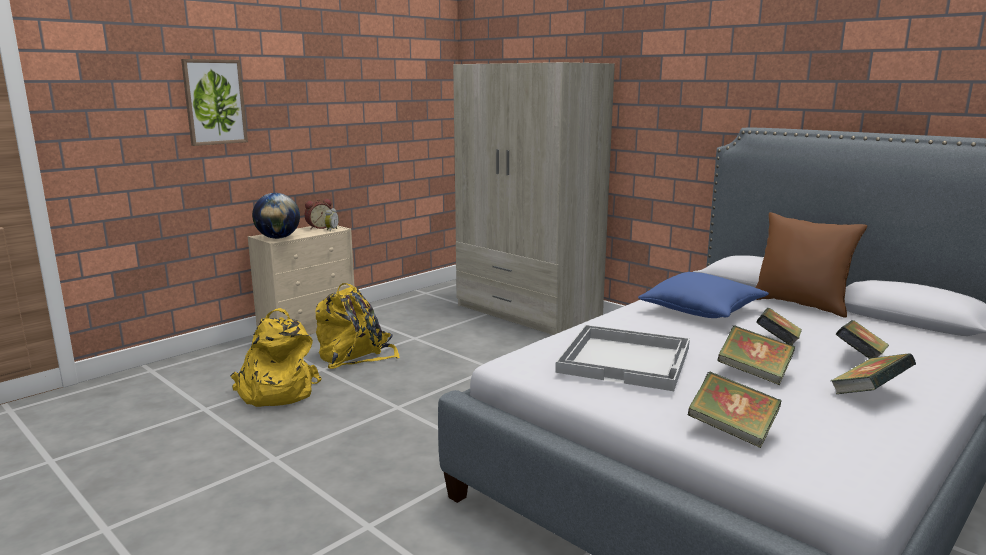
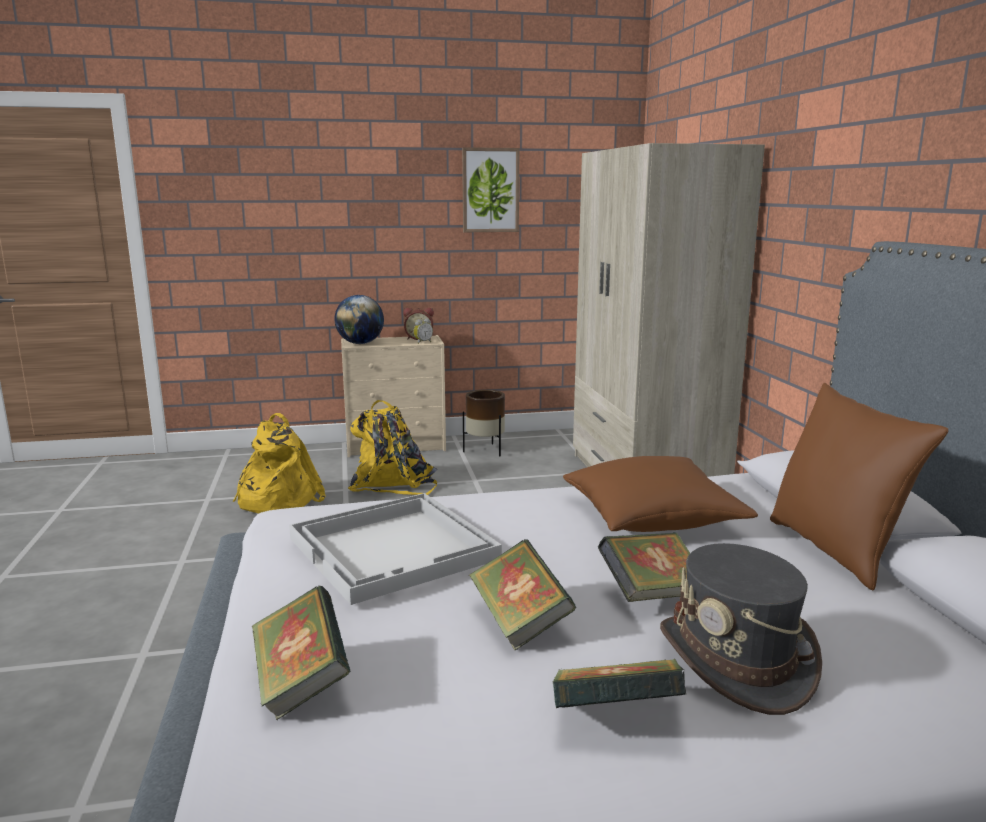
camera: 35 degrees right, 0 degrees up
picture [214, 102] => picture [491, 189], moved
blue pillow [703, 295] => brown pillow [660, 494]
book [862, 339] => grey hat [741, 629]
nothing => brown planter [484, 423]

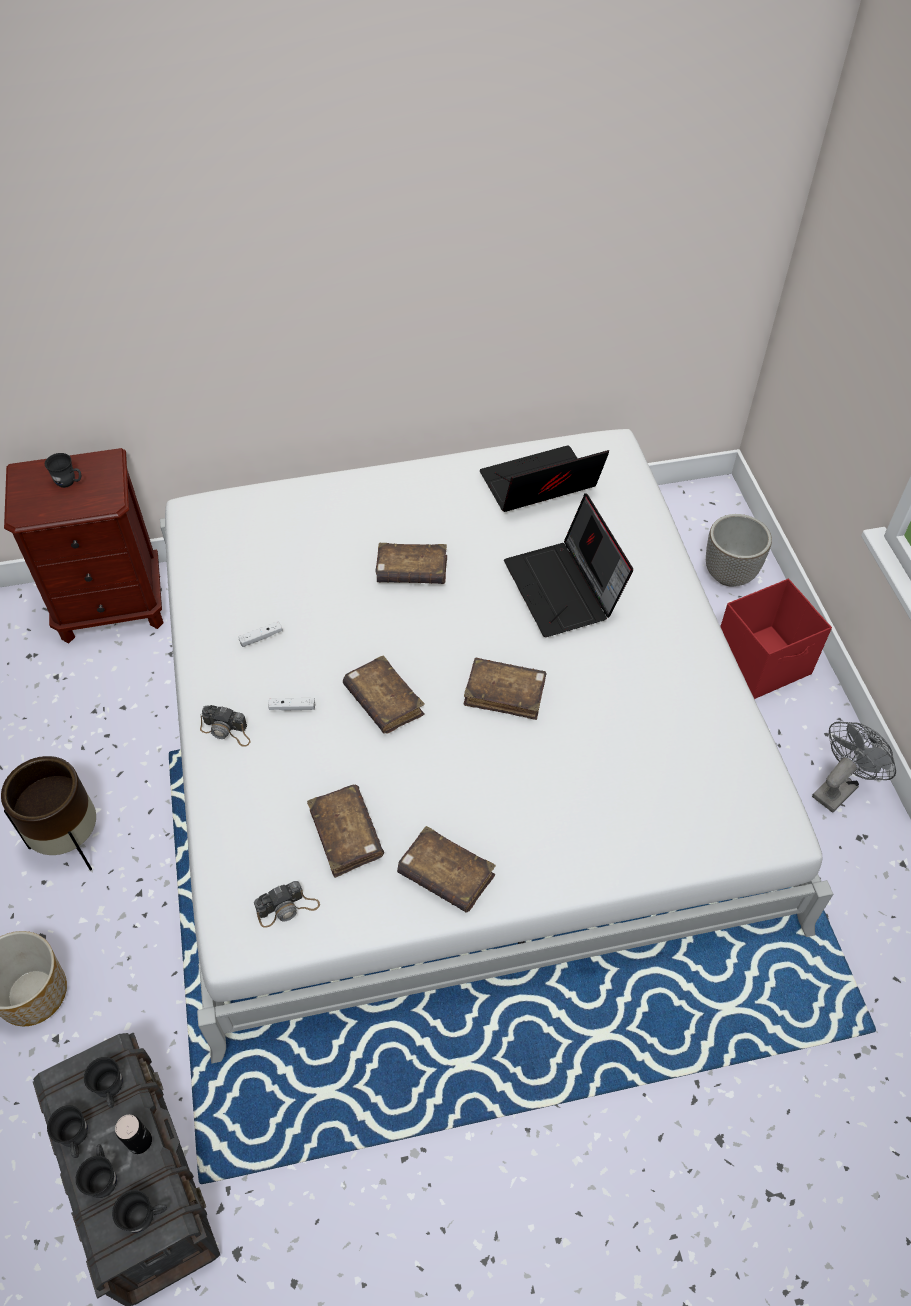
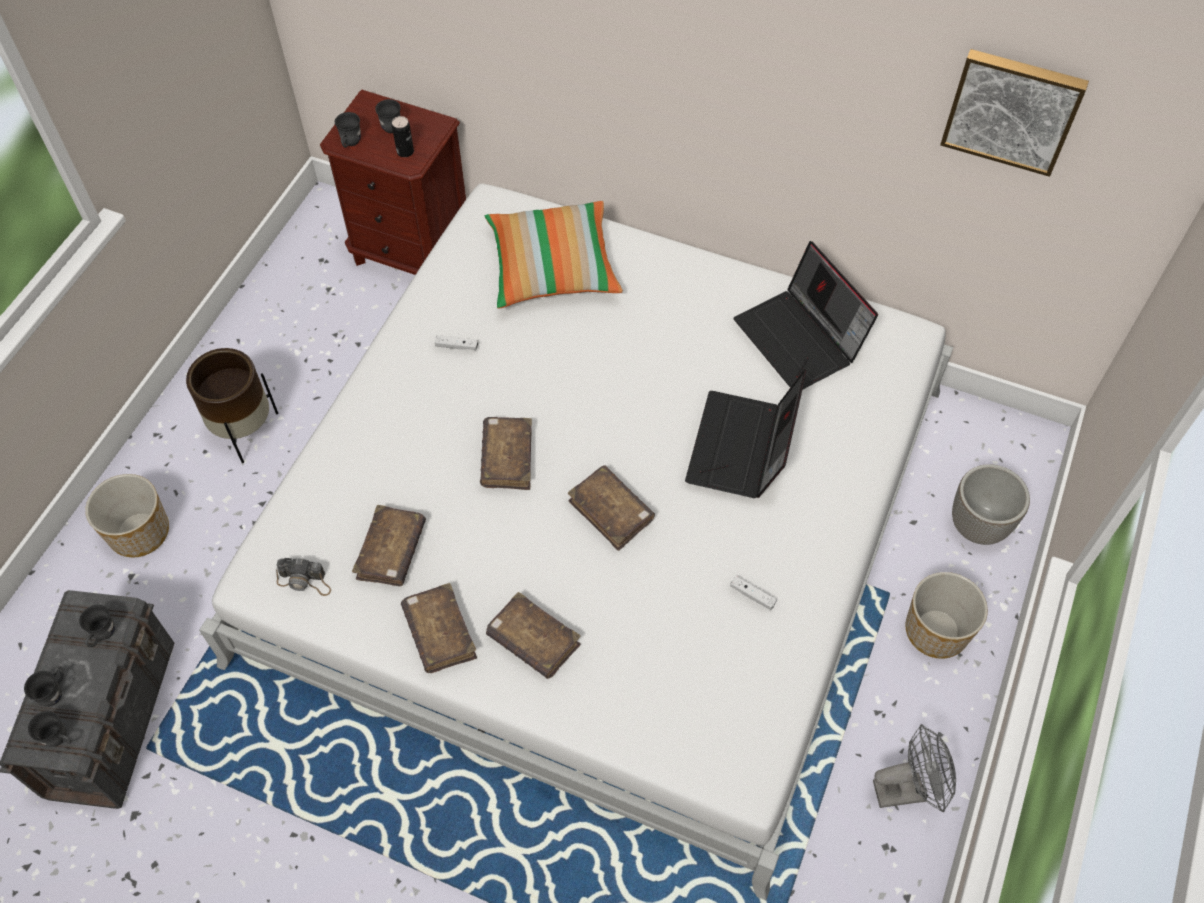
camera: 35 degrees right, 5 degrees up
grey mug [67, 1131] => grey mug [348, 130], moved
can [133, 1134] => can [403, 136], moved
photo camera [225, 726] => nothing
white game controller [291, 704] => white game controller [753, 593], moved
brown book [411, 563] => brown book [533, 635], moved
laptop [544, 478] => laptop [805, 315], 135 degrees counterclockwise
red storage box [776, 639] => planter [947, 615]
nothing => pillow [554, 254]
nothing => picture [1014, 113]

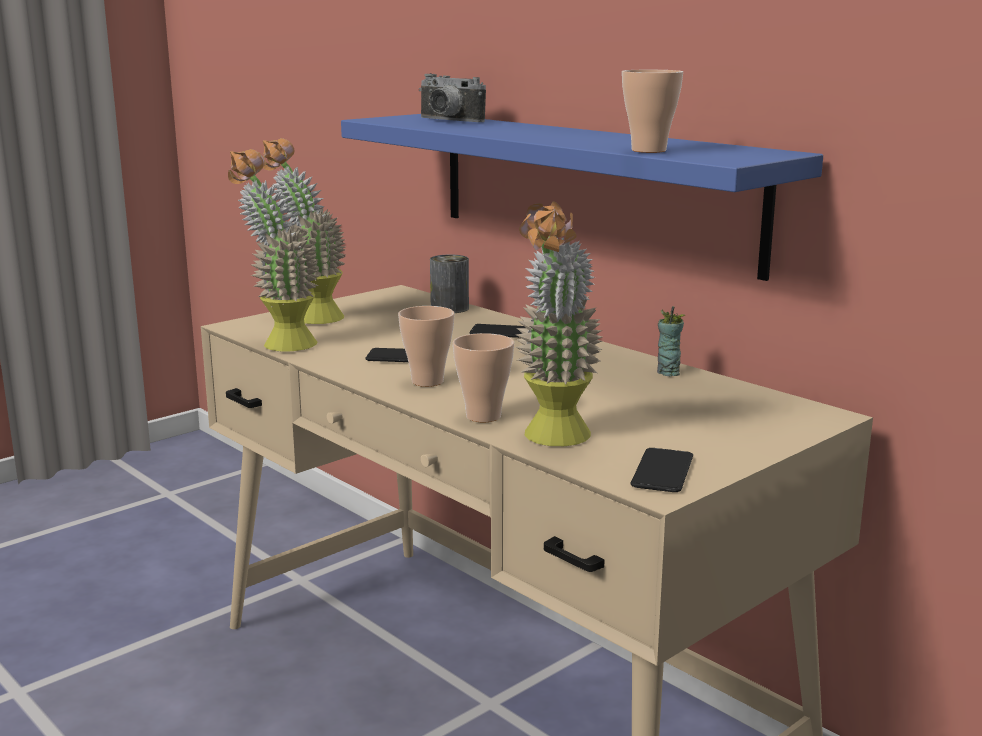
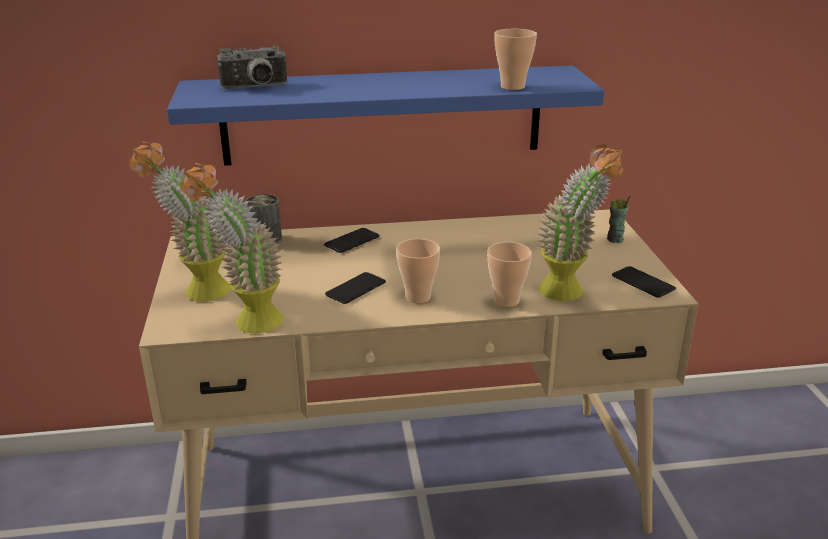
camera: 55 degrees left, 10 degrees up
cup [671, 341] => cup [618, 219], moved

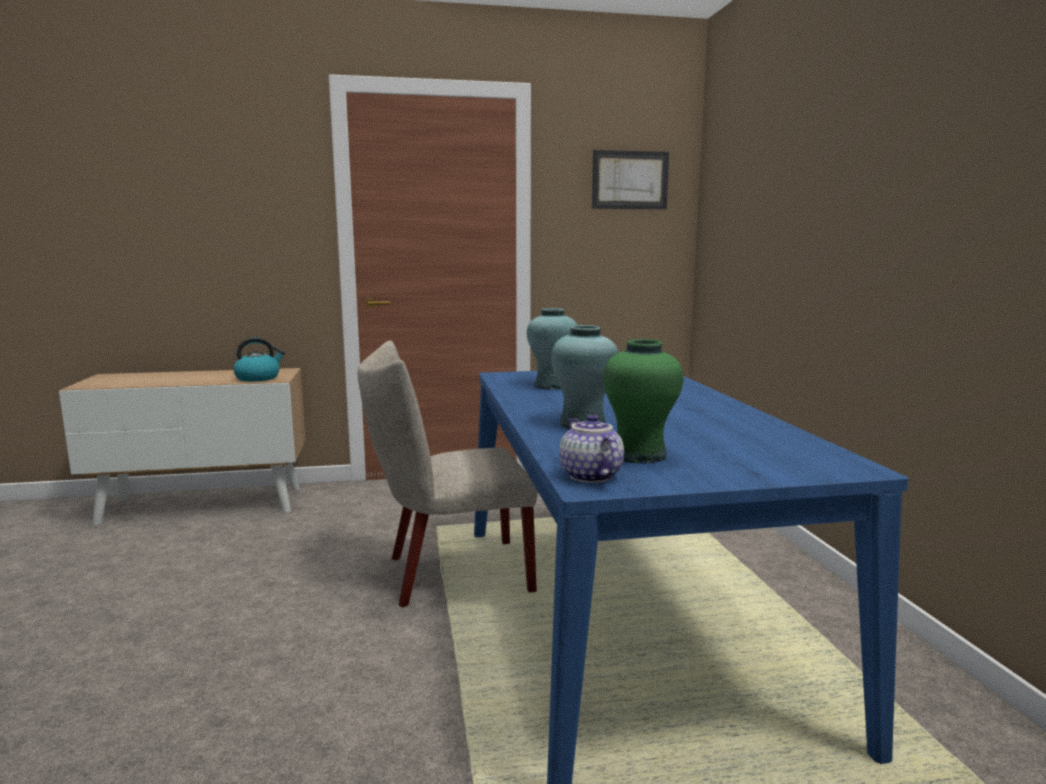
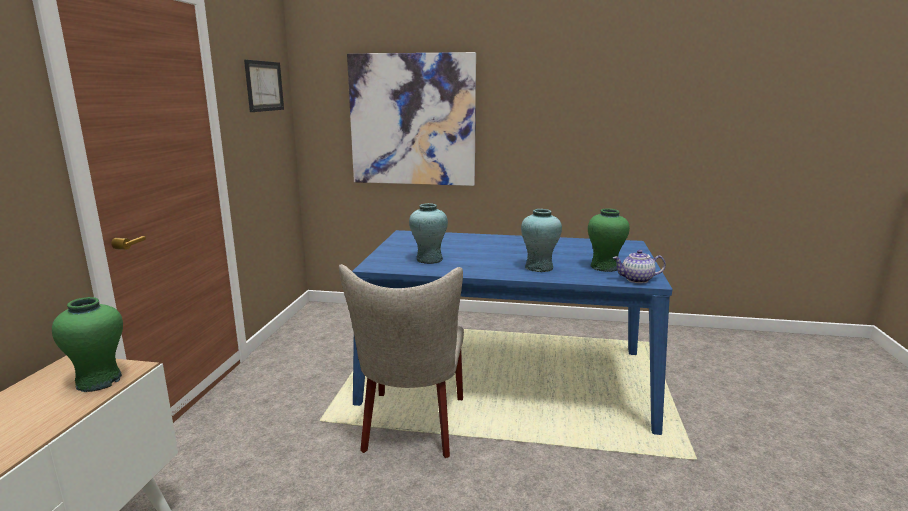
camera: 70 degrees left, 5 degrees up
kettle [259, 359] => green vase [87, 344]
nothing => picture [411, 119]

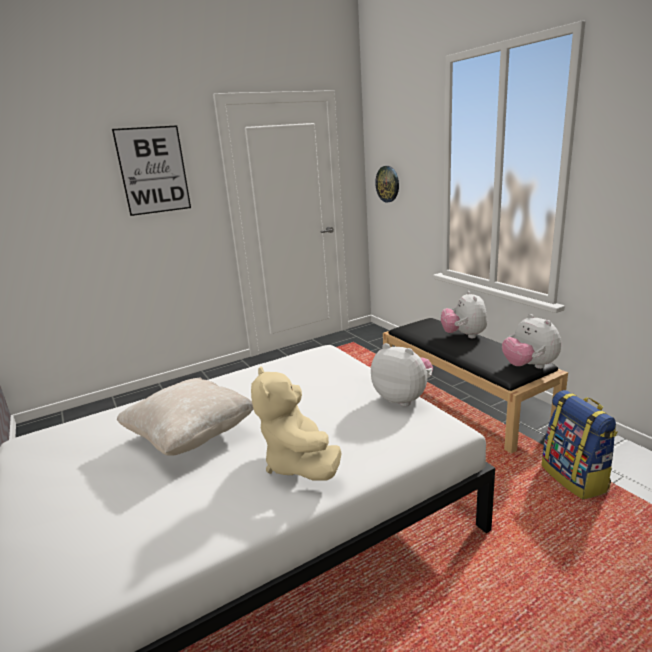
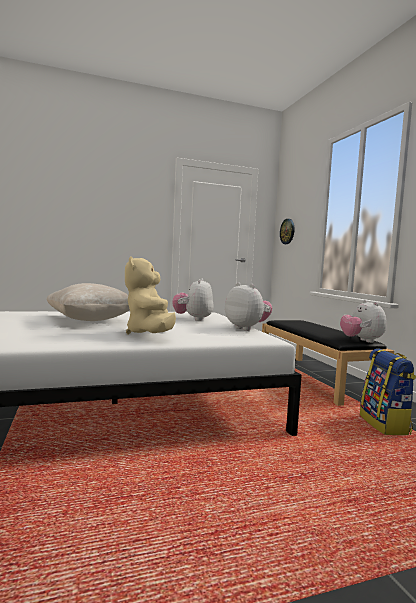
camera: 10 degrees right, 15 degrees down
picture [151, 170] => nothing
plush toy [464, 314] => plush toy [193, 300], moved

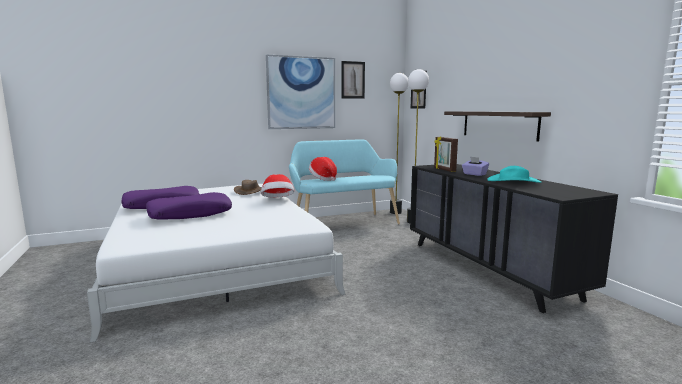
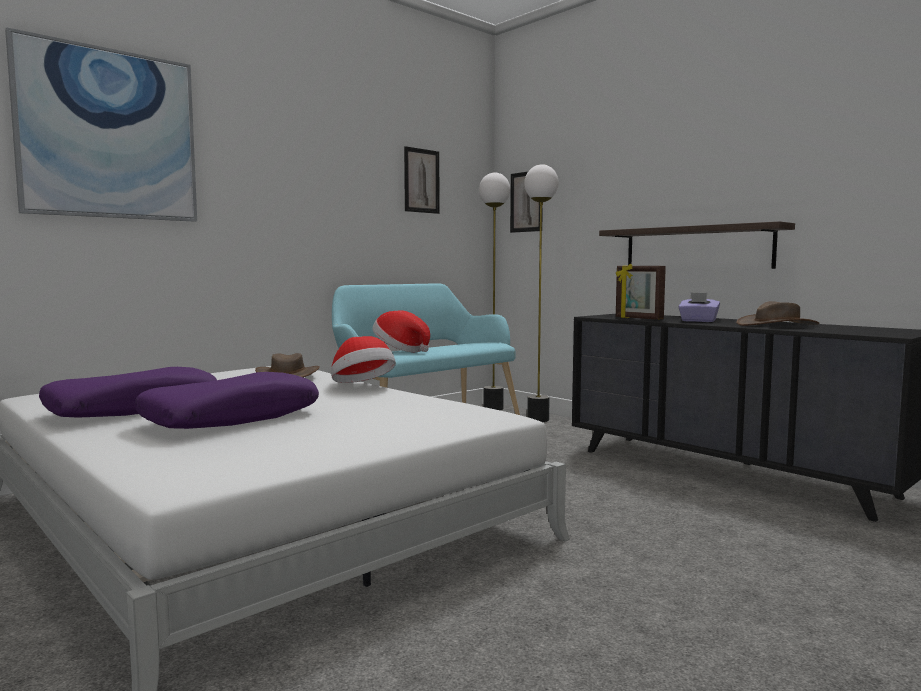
camera: 20 degrees left, 5 degrees down
picture [300, 92] => picture [101, 124], moved
turquoise hat [514, 174] => brown hat [777, 313]

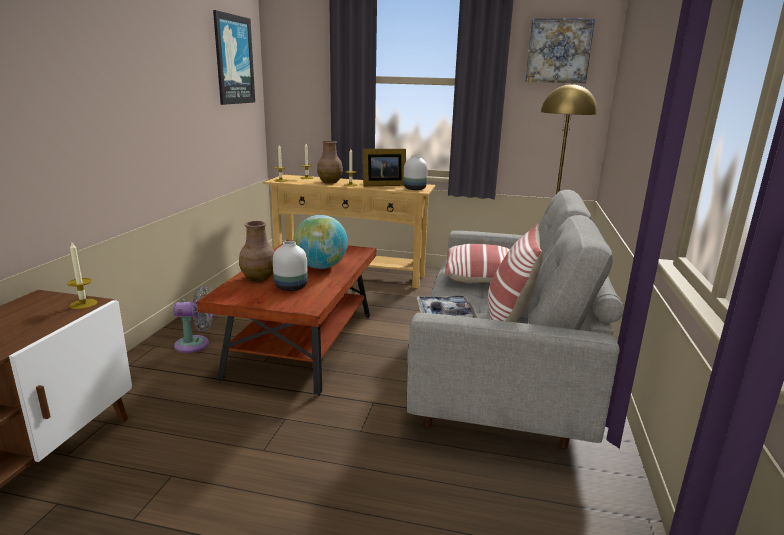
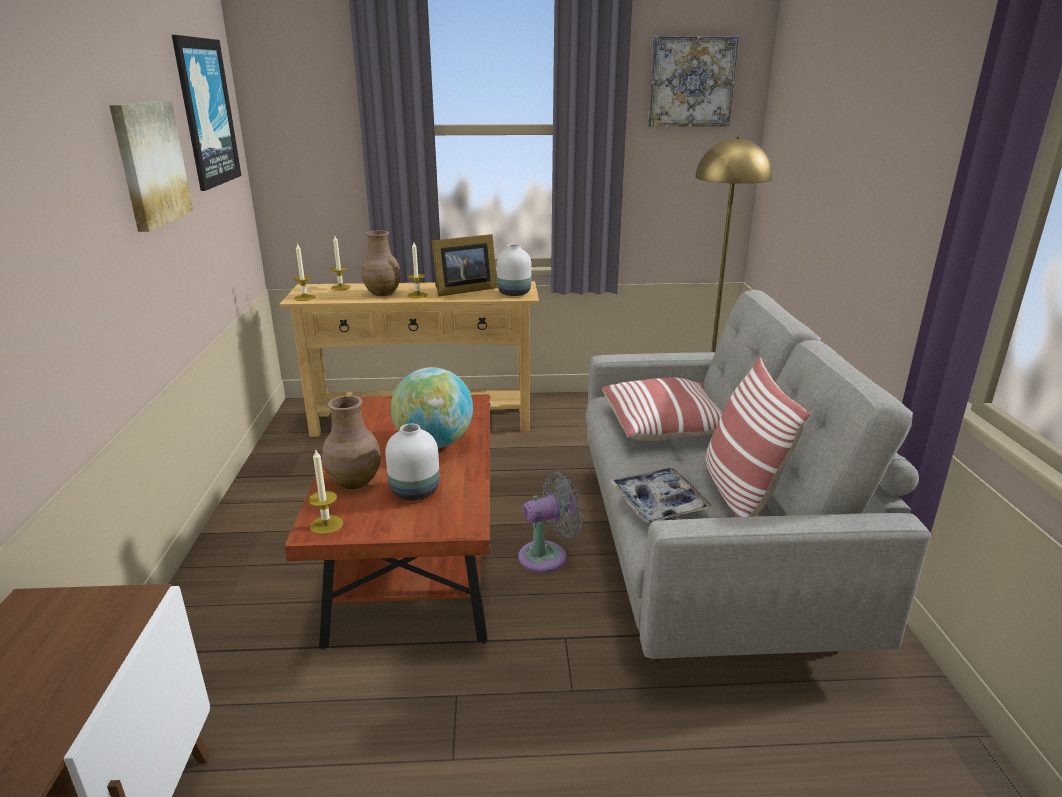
camera: 15 degrees left, 5 degrees up
candle [82, 275] => candle [325, 491], moved
grey fan [193, 320] => grey fan [550, 522], moved
nothing => picture [151, 166]

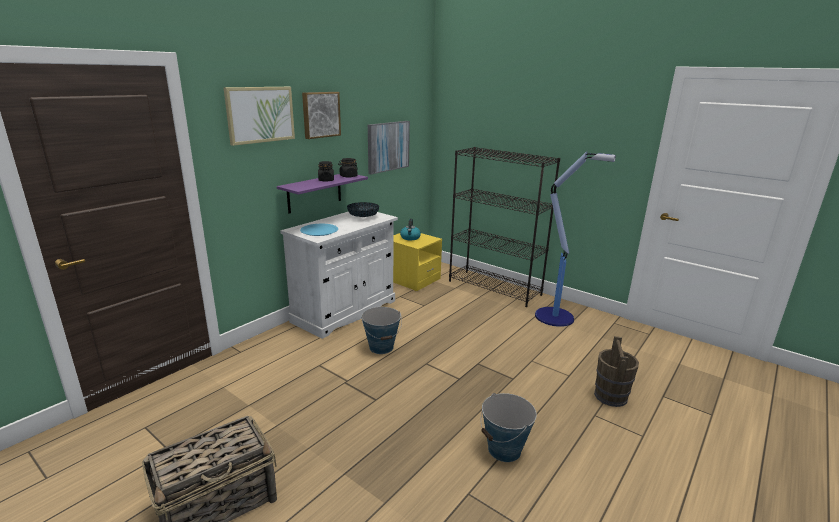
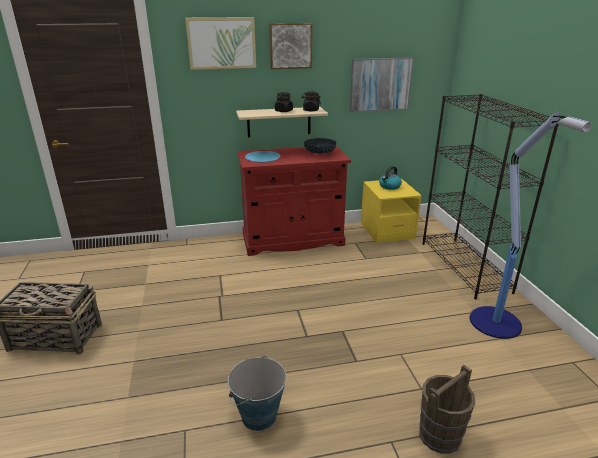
camera: 40 degrees right, 5 degrees up
purple shelf [322, 194] => beige shelf [282, 122]
white cabinet [339, 275] => red cabinet [294, 201]
bucket [381, 330] => nothing

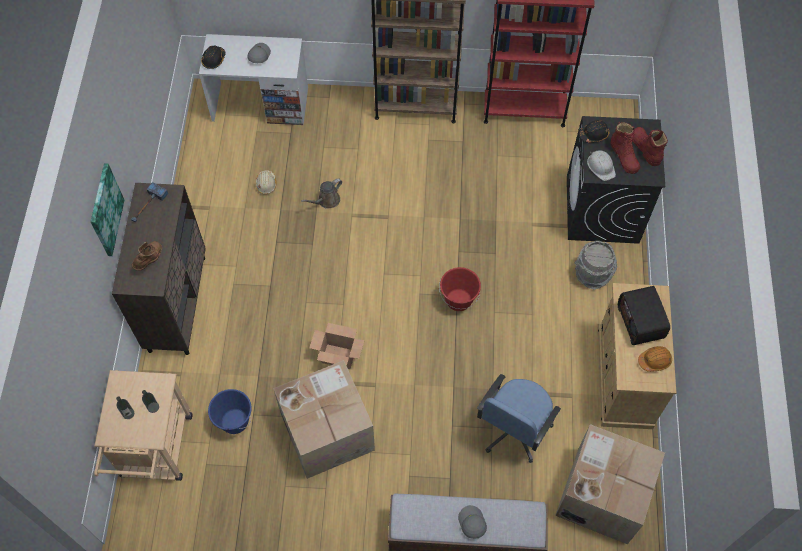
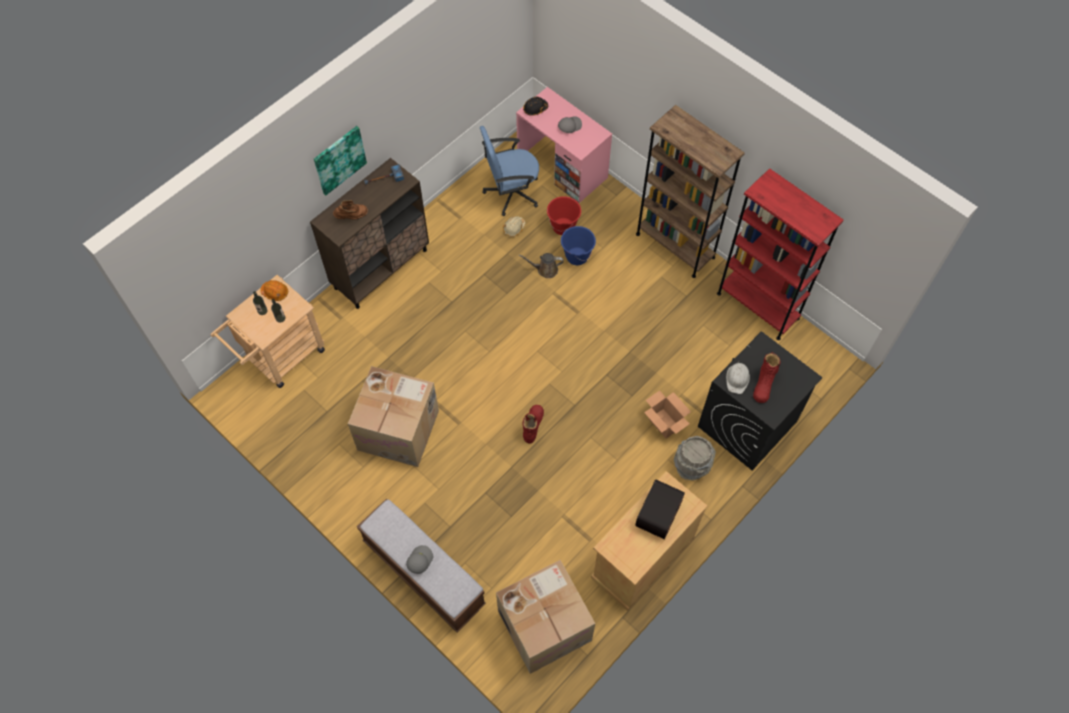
camera: 40 degrees right, 0 degrees up
white desk [253, 79] => pink desk [564, 145]
blue bucket [230, 411] => blue bucket [578, 245], moved
cardboard box [337, 346] => cardboard box [667, 414], moved
red bucket [460, 289] => red bucket [564, 215], moved
blue office chair [519, 418] => blue office chair [509, 171], moved
black hard hat [594, 131] => nothing
red boot [650, 146] => red boot [533, 424], moved
orange hard hat [655, 359] => orange hard hat [274, 290], moved

